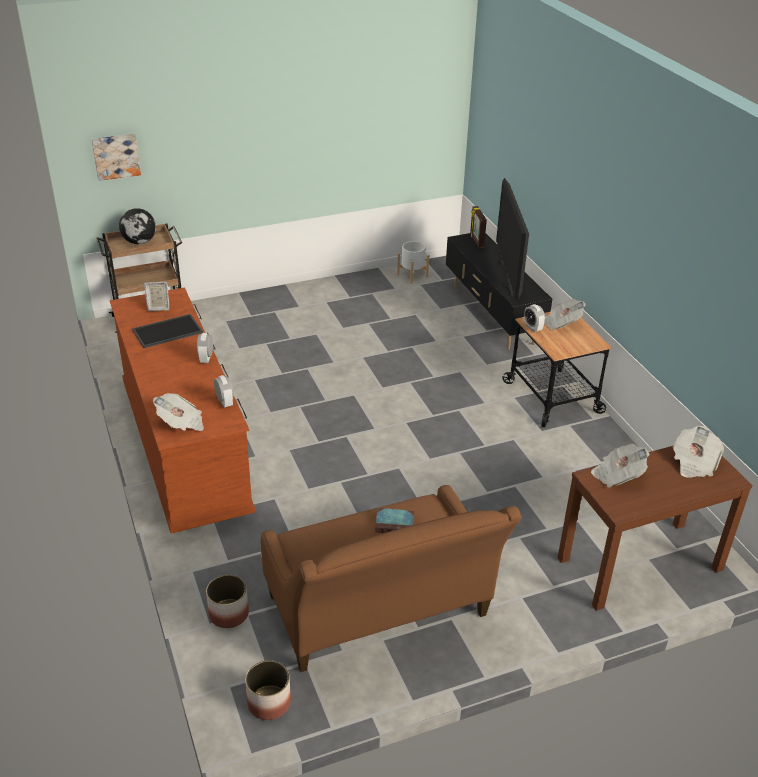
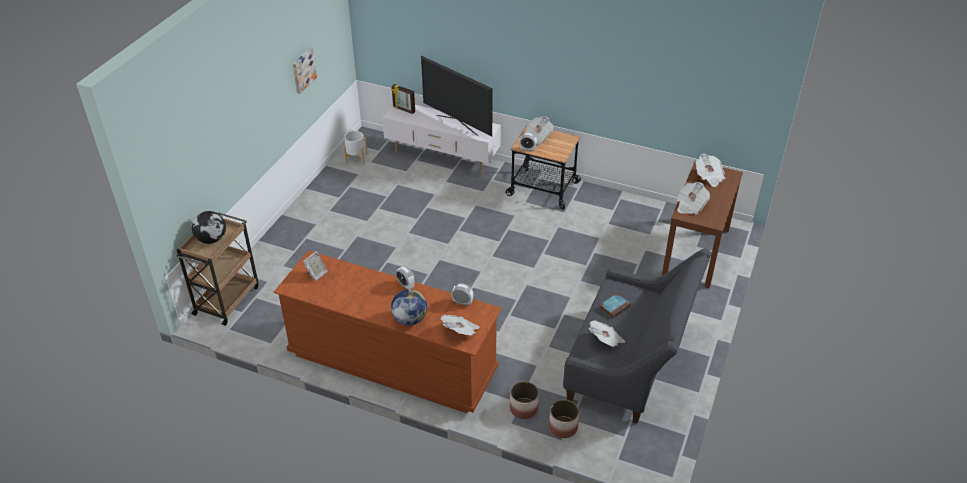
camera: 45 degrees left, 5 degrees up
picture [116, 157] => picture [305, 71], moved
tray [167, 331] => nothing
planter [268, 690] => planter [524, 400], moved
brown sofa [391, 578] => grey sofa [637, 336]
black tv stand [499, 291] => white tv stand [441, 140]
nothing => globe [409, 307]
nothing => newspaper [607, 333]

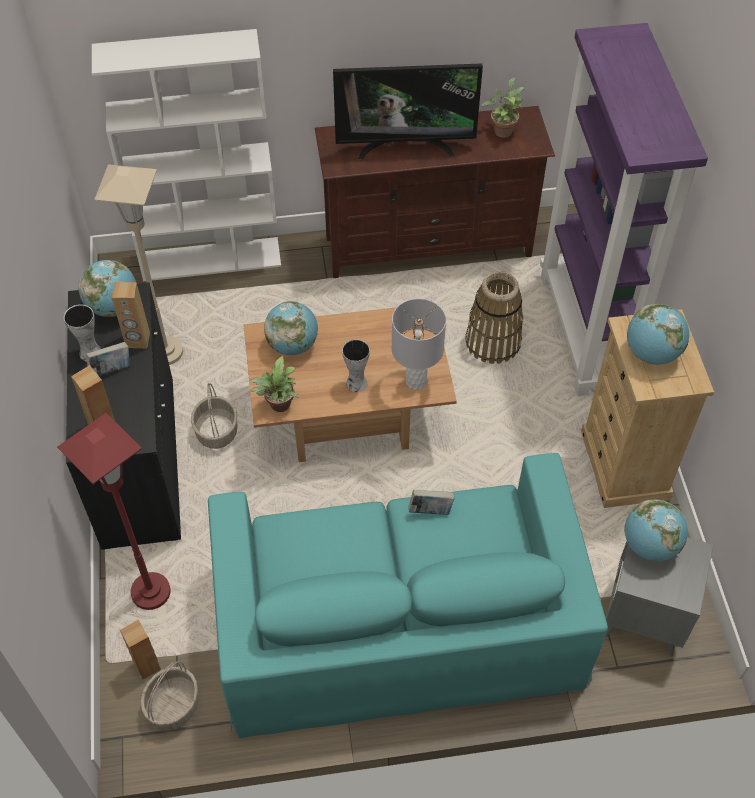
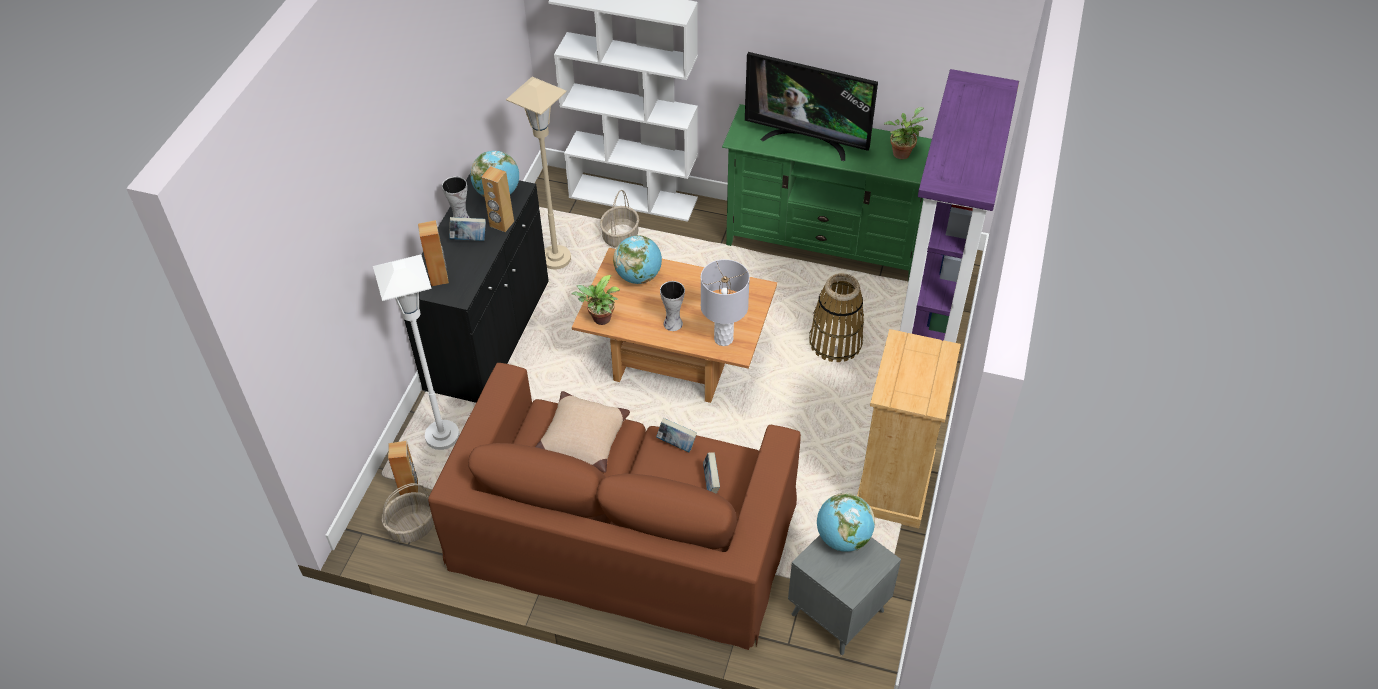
camera: 25 degrees right, 5 degrees down
red floor lamp [114, 511] => white floor lamp [416, 352]
basket [214, 416] => basket [619, 218], moved
turquoise sofa [408, 596] => brown sofa [614, 506]
brown tv stand [435, 192] => green tv stand [827, 193]
globe [658, 334] => nothing
nothing => beige pillow [582, 432]
nothing => book [711, 473]

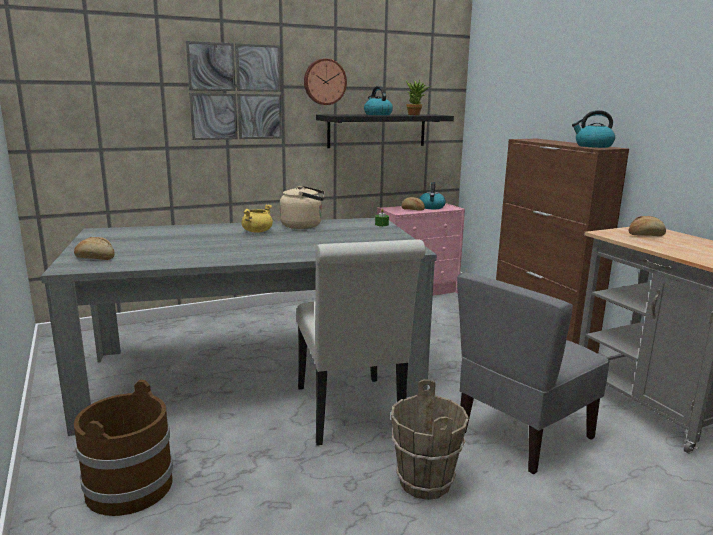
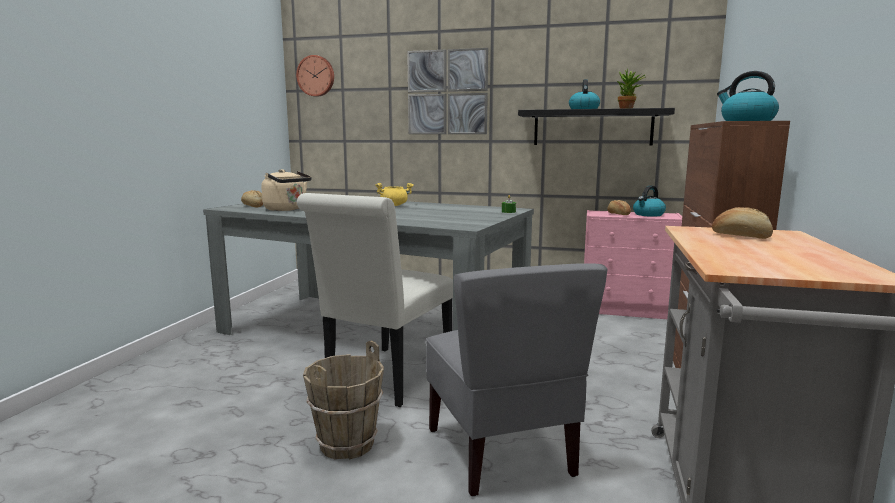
camera: 40 degrees right, 5 degrees down
brown bucket [123, 448] => nothing
beige kettle [302, 207] => beige kettle [286, 190], moved
wall clock [325, 81] => wall clock [315, 76], moved
grey chair [533, 373] => grey chair [517, 380], 105 degrees counterclockwise

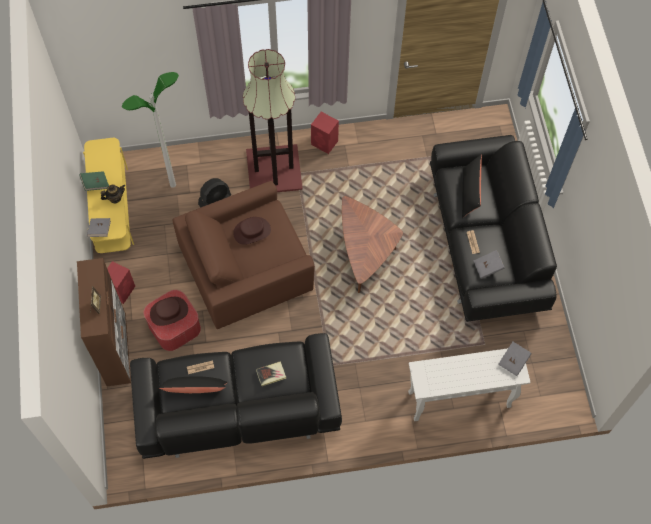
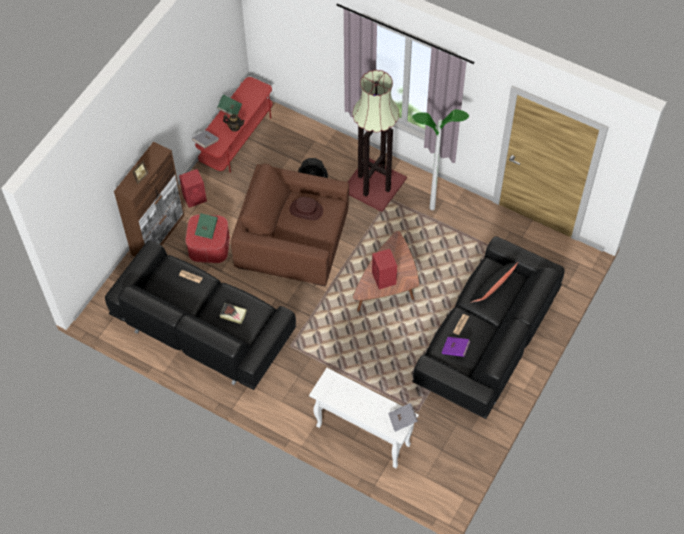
camera: 40 degrees right, 5 degrees down
yellow tv stand [108, 195] => red tv stand [234, 125]
floor lamp [150, 130] => floor lamp [440, 159], moved
brown hat [169, 311] => green book [206, 226]
black pillow [193, 384] => nothing
red speaker [325, 133] => red speaker [384, 269], moved
grey book [489, 264] => purple book [456, 347]

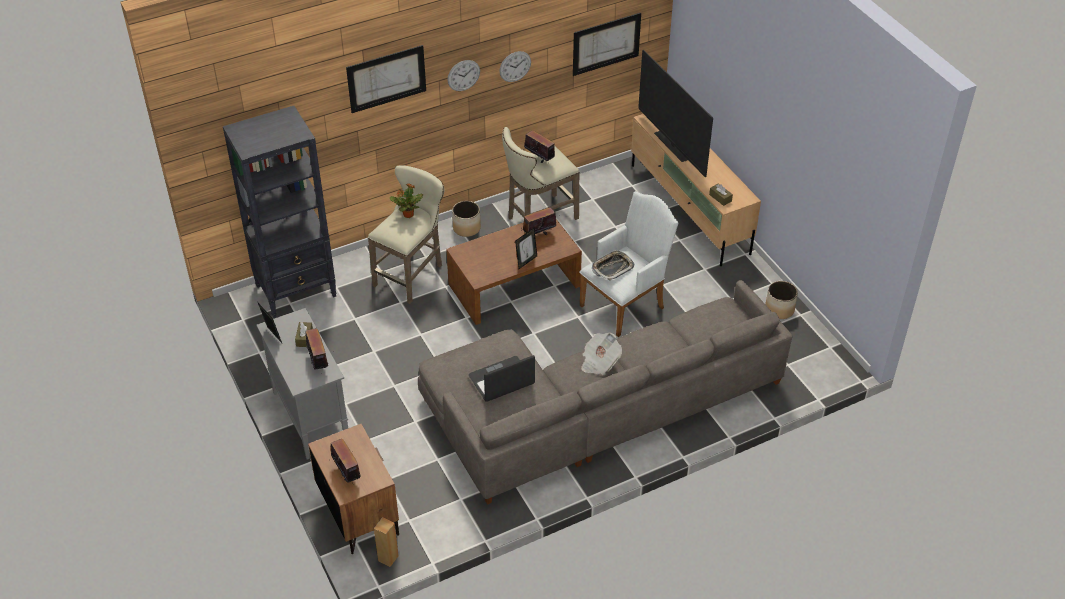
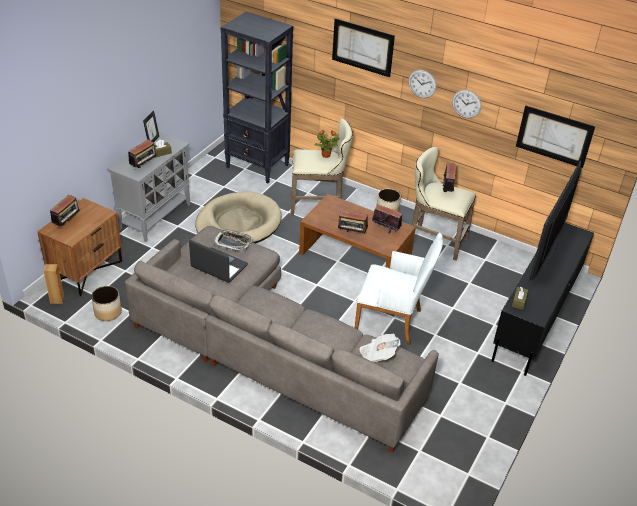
camera: 55 degrees right, 5 degrees down
picture frame [526, 248] => radio [353, 222]
newspaper [601, 354] => newspaper [380, 348], moved
tray [613, 265] => tray [233, 240], moved
beige tv stand [696, 190] => black tv stand [542, 299]
planter [781, 300] => planter [106, 303], moved
nothing => beige dog bed [238, 218]

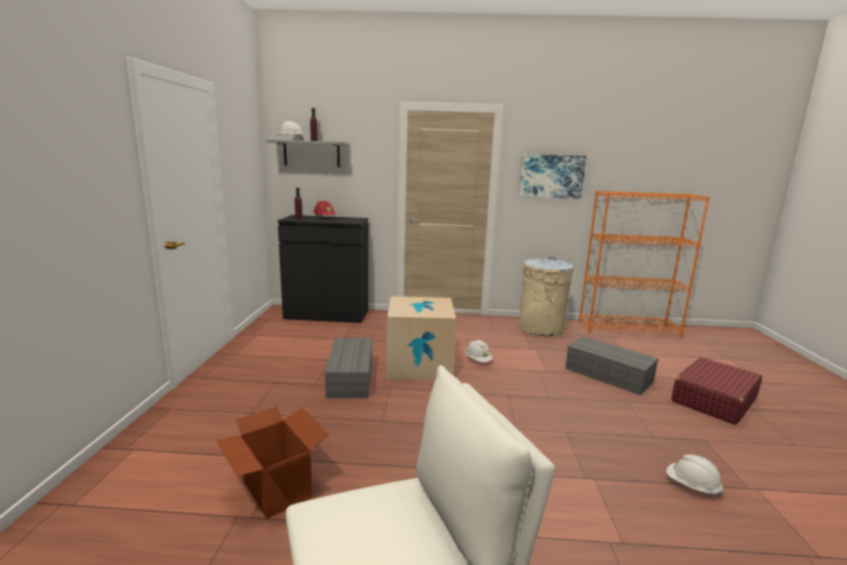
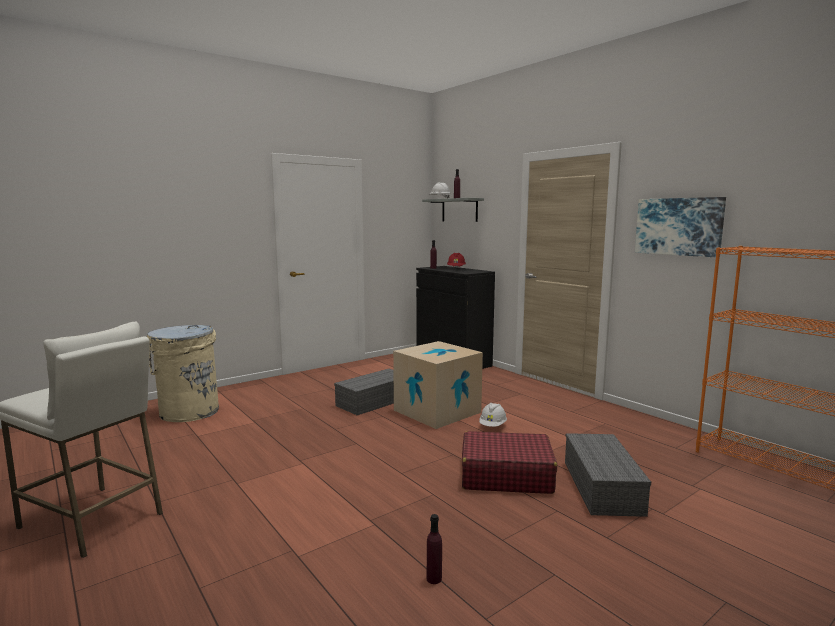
camera: 50 degrees right, 5 degrees down
cardboard box [272, 462] => nothing
beige trash can [546, 297] => beige trash can [183, 373], moved
white hard hat [694, 476] => purple bottle [434, 549]
red suitcase [717, 391] => red suitcase [509, 462], moved

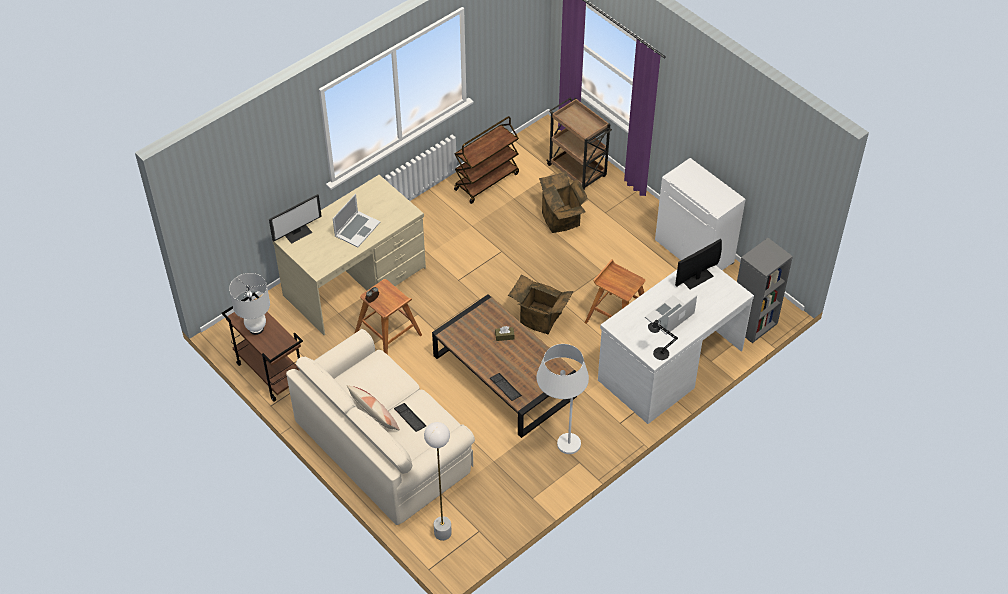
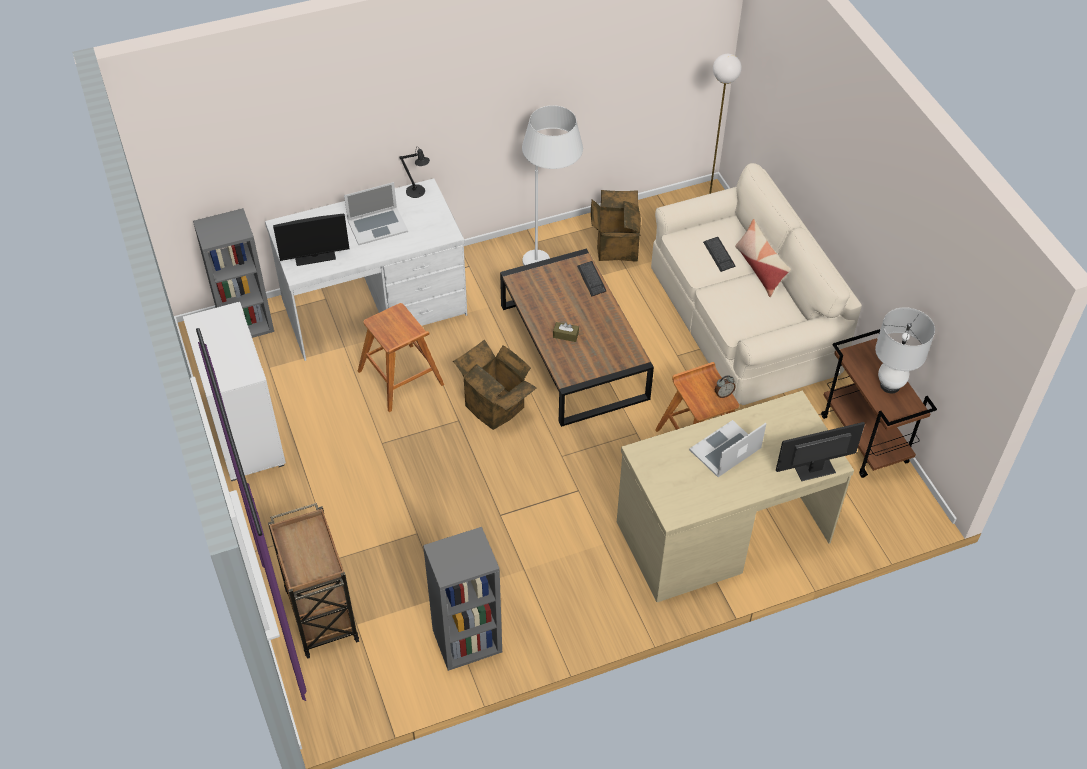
camera: 160 degrees left, 0 degrees up
brown cart [486, 160] => grey bookcase [462, 599]
cardboard box [563, 202] => cardboard box [616, 226], moved

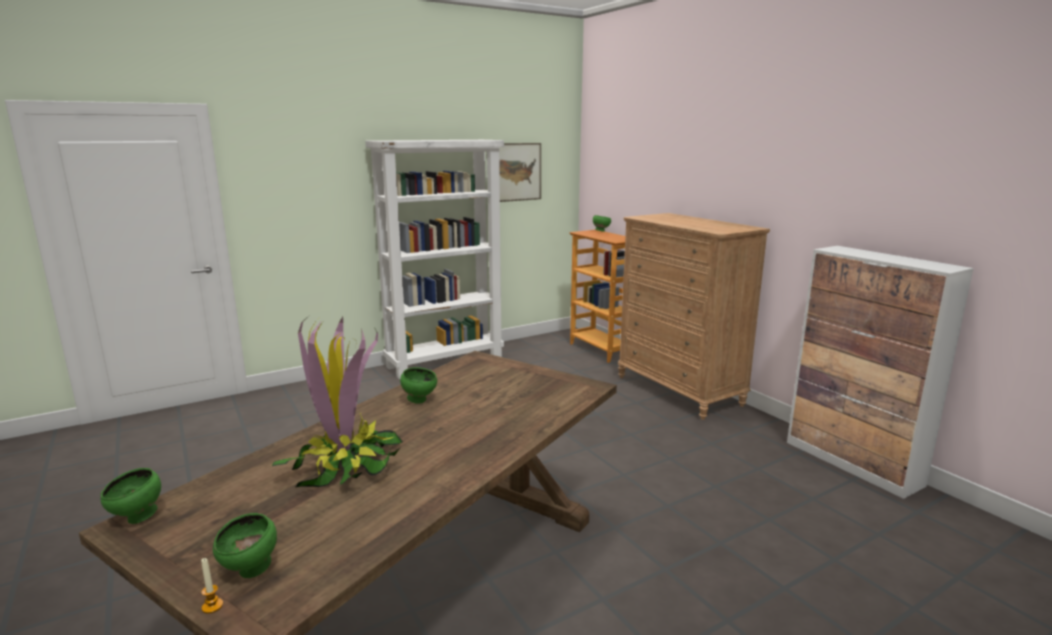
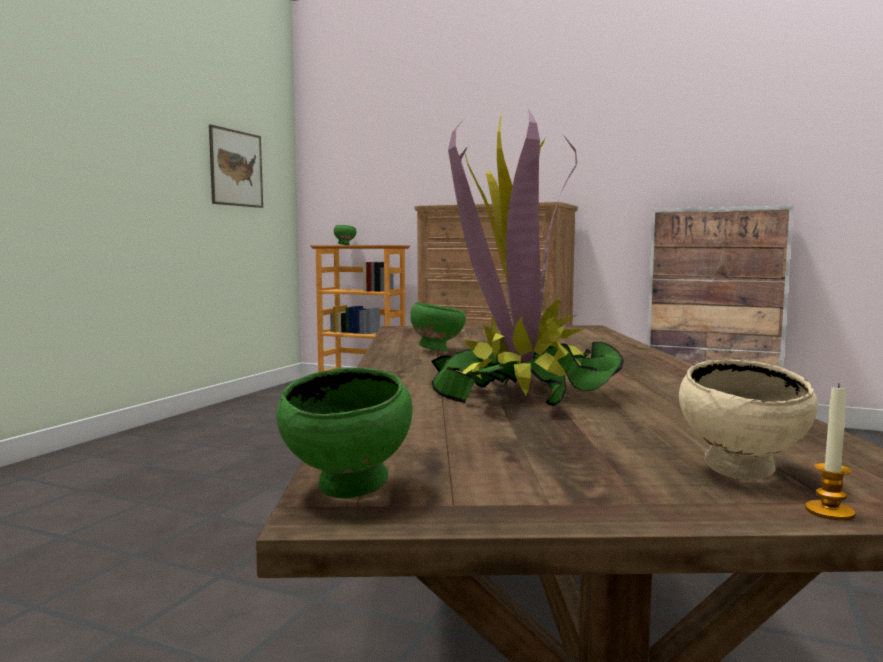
camera: 35 degrees left, 10 degrees down
green bowl [245, 545] => beige bowl [748, 420]
white bookcase [434, 259] => nothing

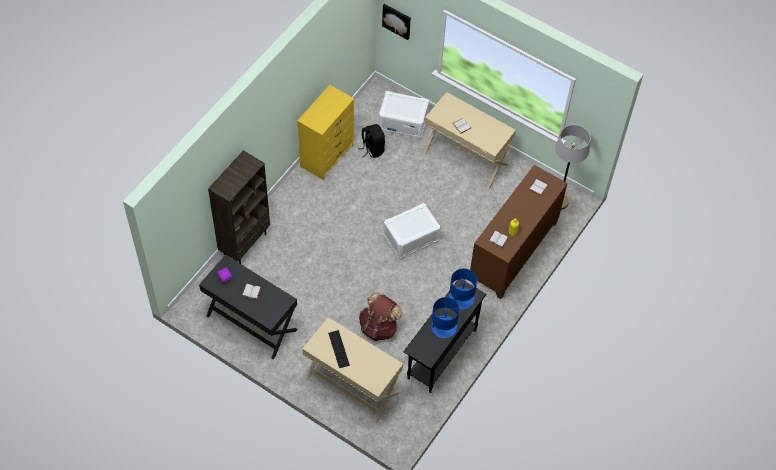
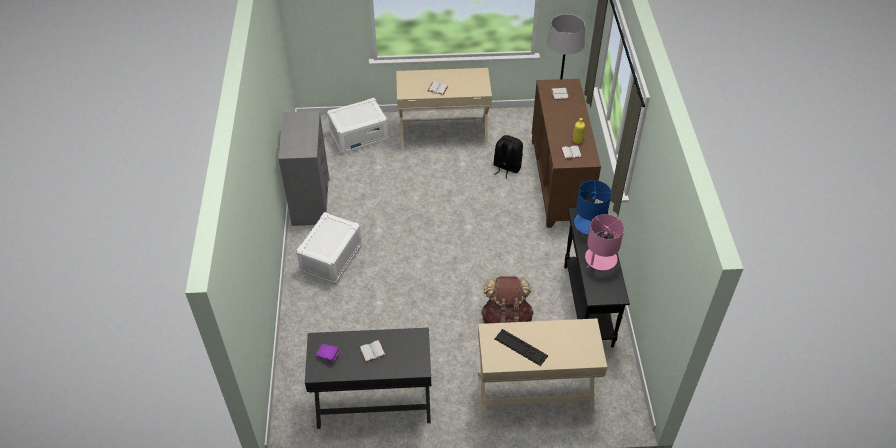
camera: 35 degrees left, 10 degrees down
brown bookcase [239, 207] => nothing
yellow dresser [325, 132] => grey dresser [303, 168]
black backpack [371, 141] => black backpack [508, 157], moved
picture [396, 22] => nothing
white storage box [412, 231] => white storage box [329, 248], moved
blue table lamp [444, 317] => pink table lamp [604, 242]

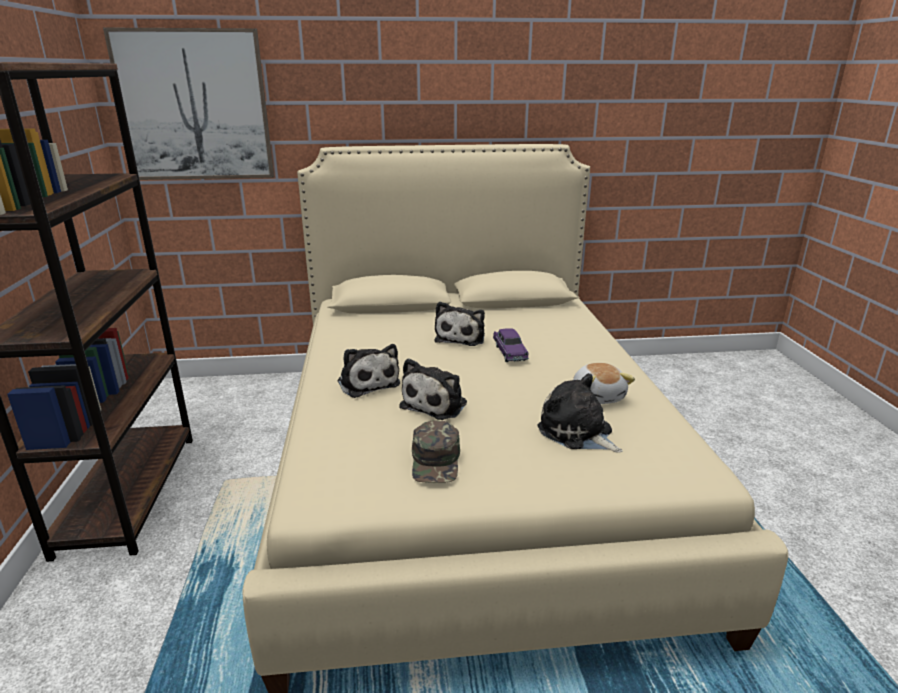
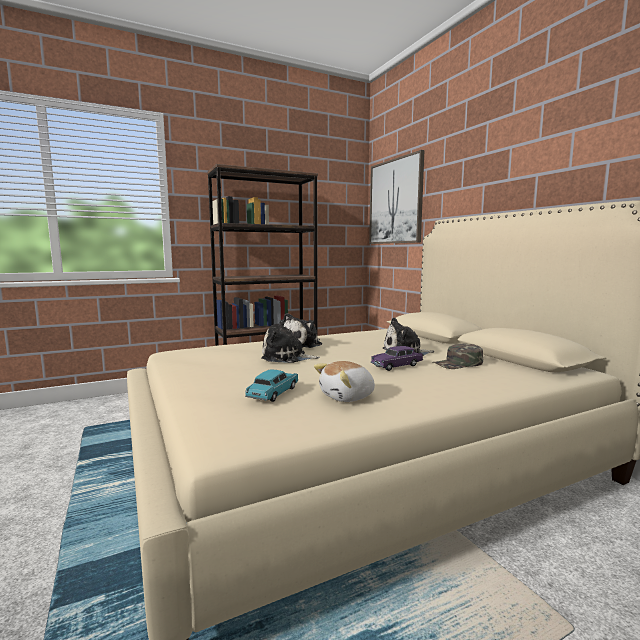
camera: 70 degrees right, 15 degrees down
green cap [436, 451] => green cap [457, 356], moved
plush toy [580, 413] => turquoise toy car [272, 385]

